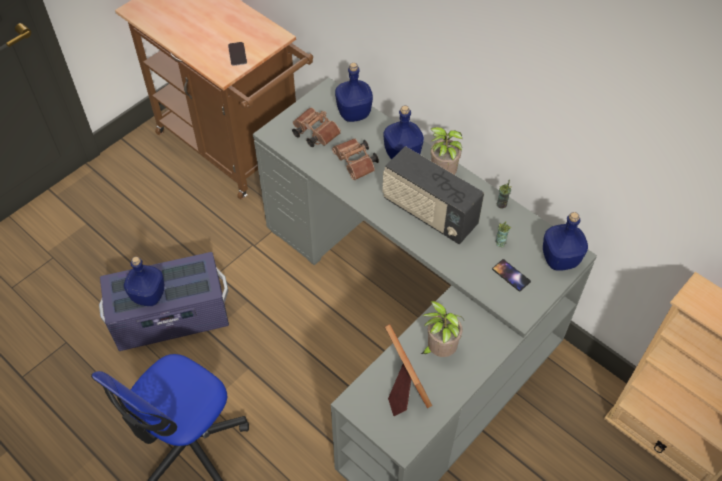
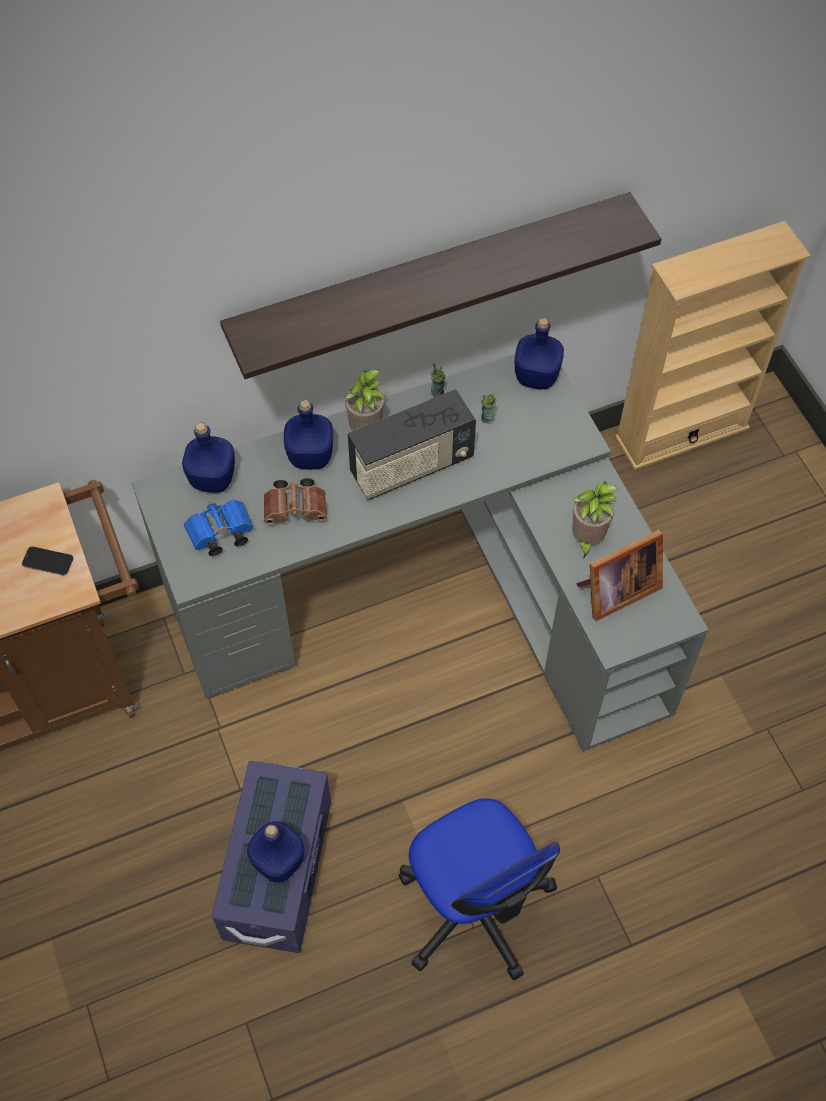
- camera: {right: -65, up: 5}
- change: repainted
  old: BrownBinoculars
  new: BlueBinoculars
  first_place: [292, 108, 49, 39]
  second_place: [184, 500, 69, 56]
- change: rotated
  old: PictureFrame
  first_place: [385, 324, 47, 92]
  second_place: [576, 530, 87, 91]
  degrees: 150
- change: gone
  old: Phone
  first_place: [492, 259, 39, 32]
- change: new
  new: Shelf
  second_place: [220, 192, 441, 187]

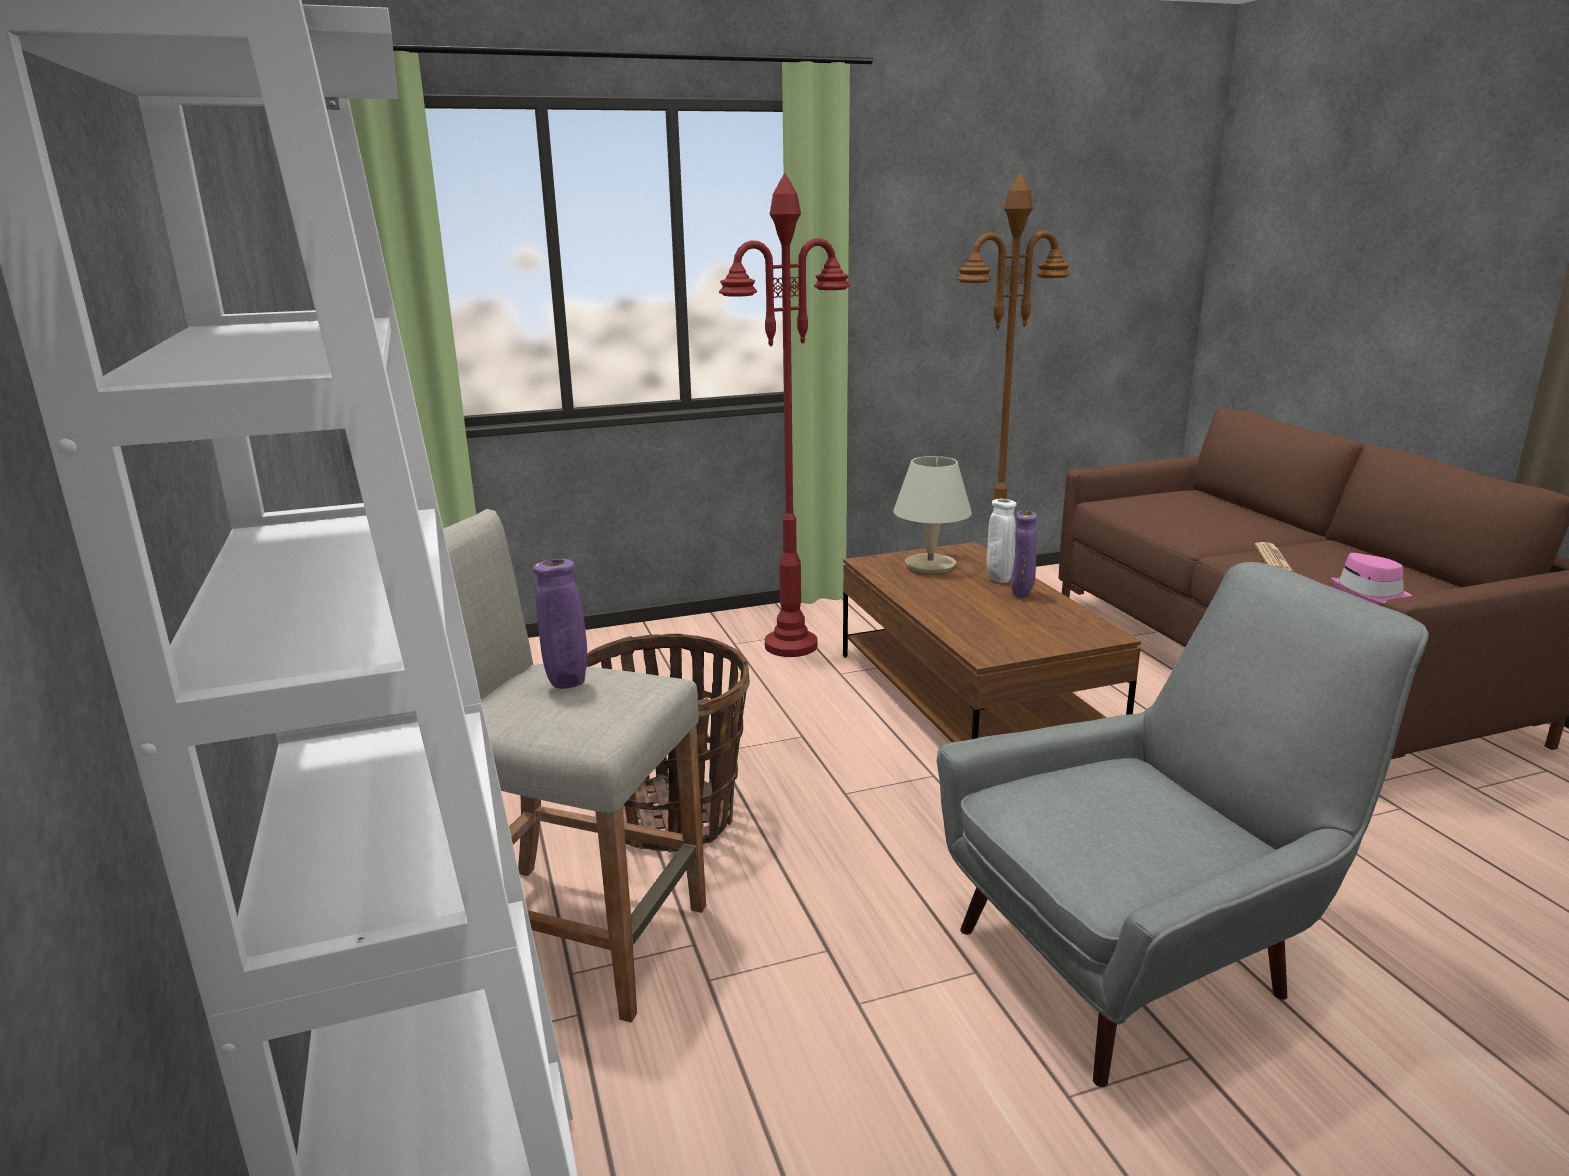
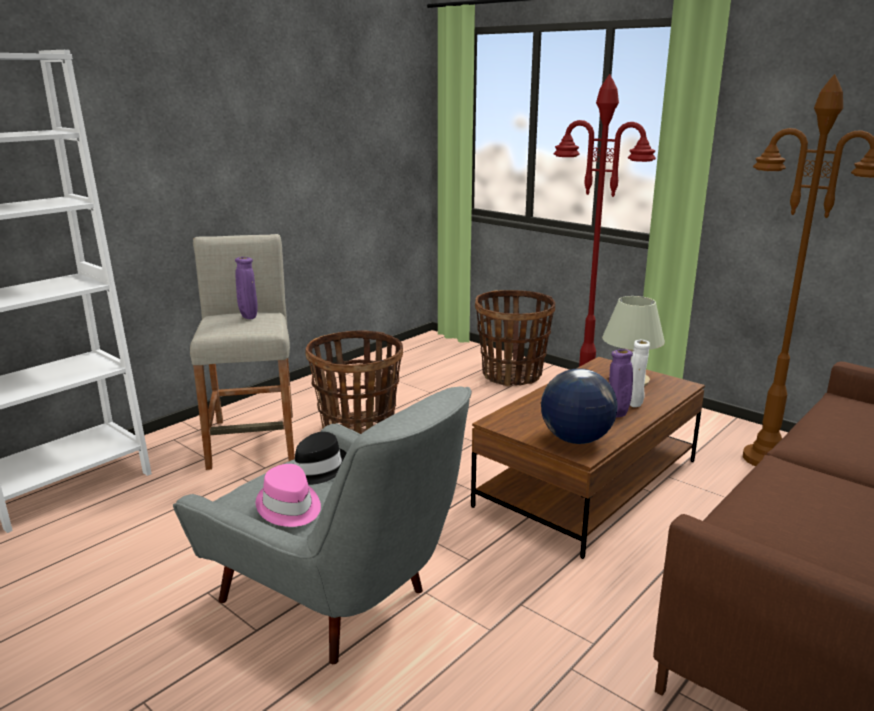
- camera: {right: 60, up: 0}
- change: gone
  old: Newspaper
  first_place: [1255, 542, 38, 29]
- change: shifted
  old: PinkHat
  first_place: [1331, 553, 81, 51]
  second_place: [256, 464, 65, 63]
- change: new
  new: BlackHat
  second_place: [294, 432, 53, 53]
- change: new
  new: Basket
  second_place: [475, 290, 80, 97]
- change: new
  new: Globe
  second_place: [541, 368, 76, 76]

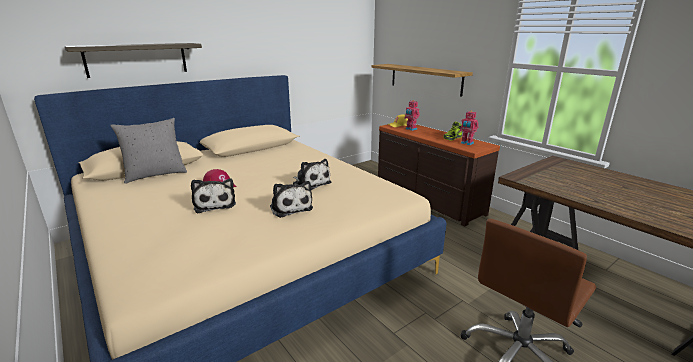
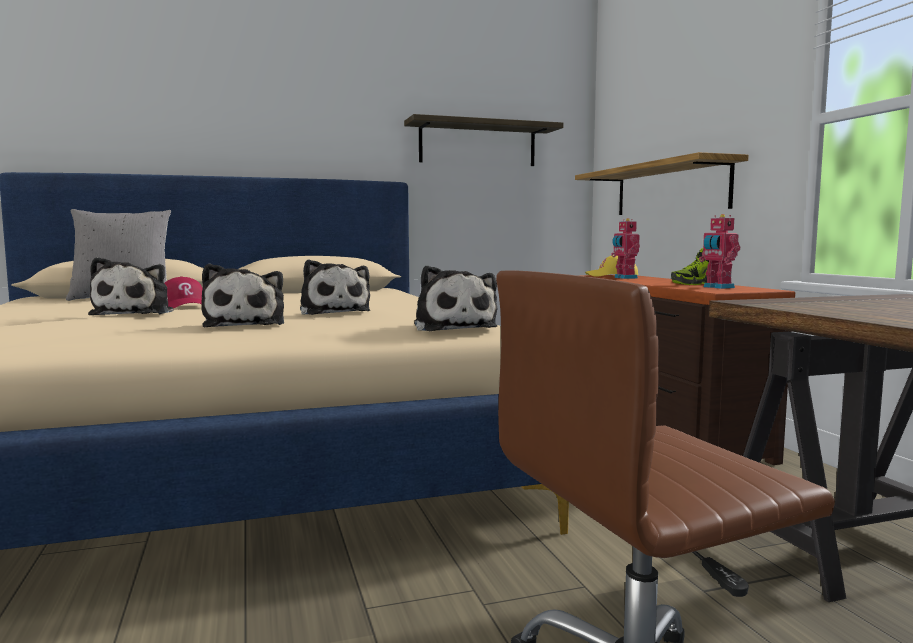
- camera: {right: 20, up: -15}
- change: shifted
  old: Shelf
  first_place: [65, 43, 137, 35]
  second_place: [404, 114, 160, 52]
- change: new
  new: PlushToy
  second_place: [414, 265, 83, 66]

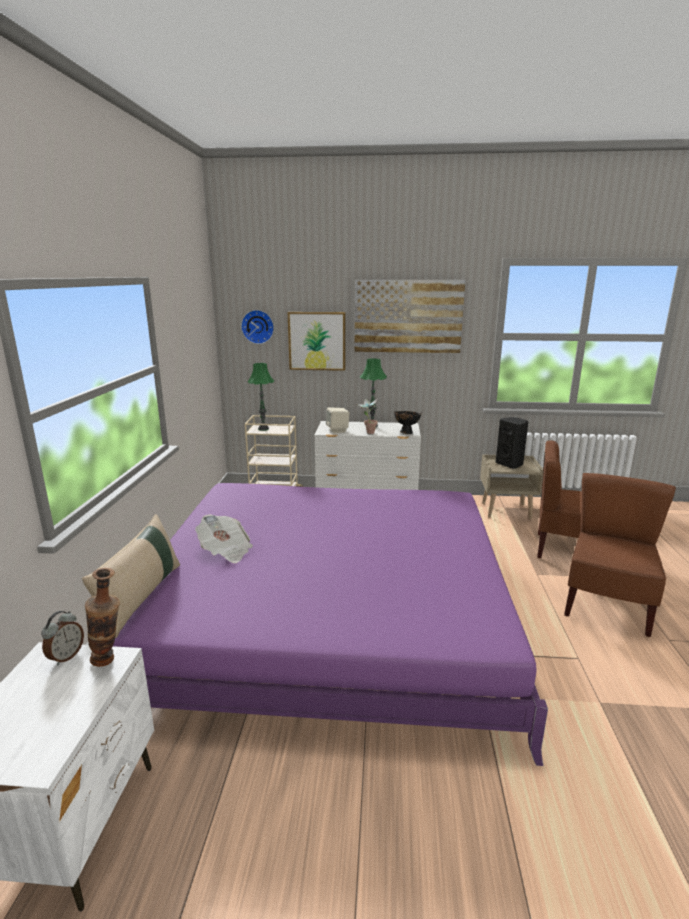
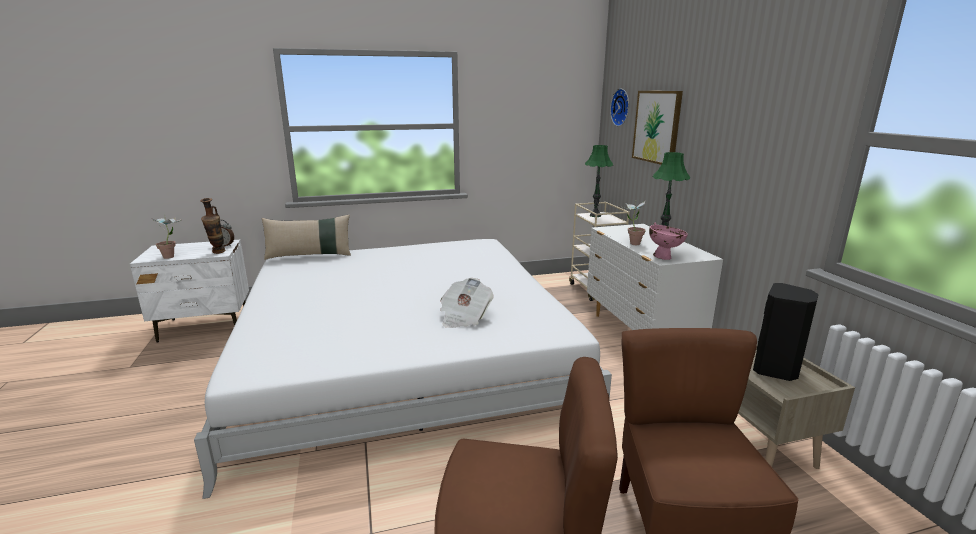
- camera: {right: 70, up: 0}
- change: repainted
  old: PurpleBed
  new: WhiteBed
  first_place: [113, 483, 435, 283]
  second_place: [194, 239, 418, 260]
- change: shifted
  old: Newspaper
  first_place: [195, 514, 58, 49]
  second_place: [440, 278, 53, 50]
- change: gone
  old: BeigeSpeaker
  first_place: [326, 408, 24, 26]
- change: gone
  old: Picture
  first_place: [355, 280, 110, 73]
- change: repainted
  old: BlackBowl
  new: PinkBowl
  first_place: [394, 411, 28, 23]
  second_place: [649, 223, 39, 37]
- change: new
  new: PottedPlant
  second_place: [151, 214, 31, 45]

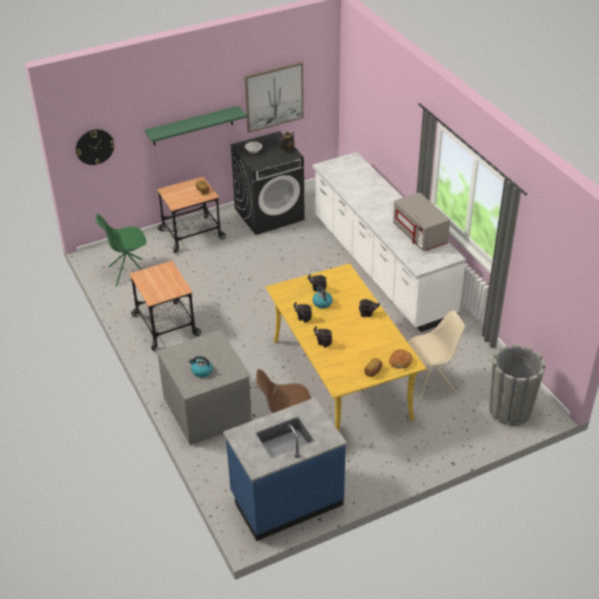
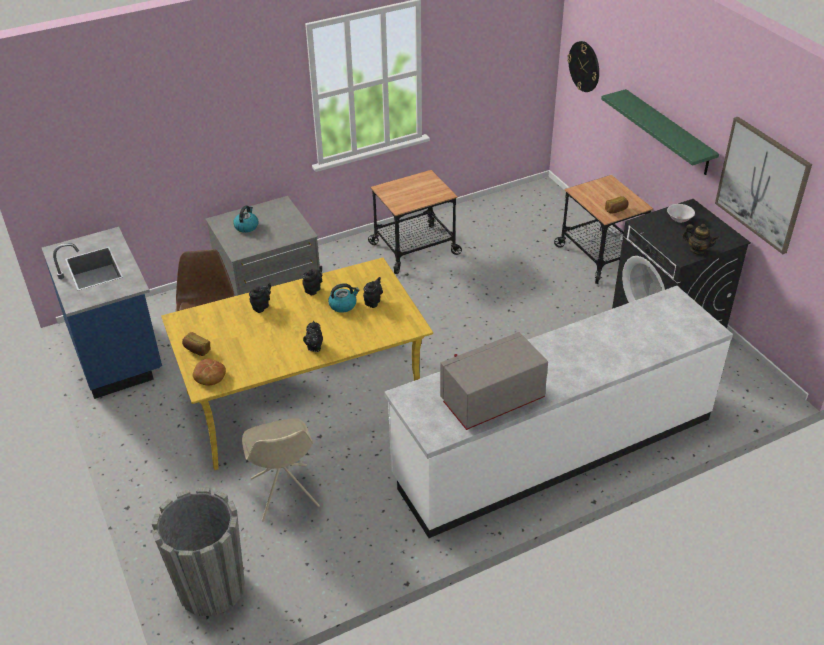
- camera: {right: 90, up: 0}
- change: gone
  old: GreenChair
  first_place: [96, 214, 50, 73]

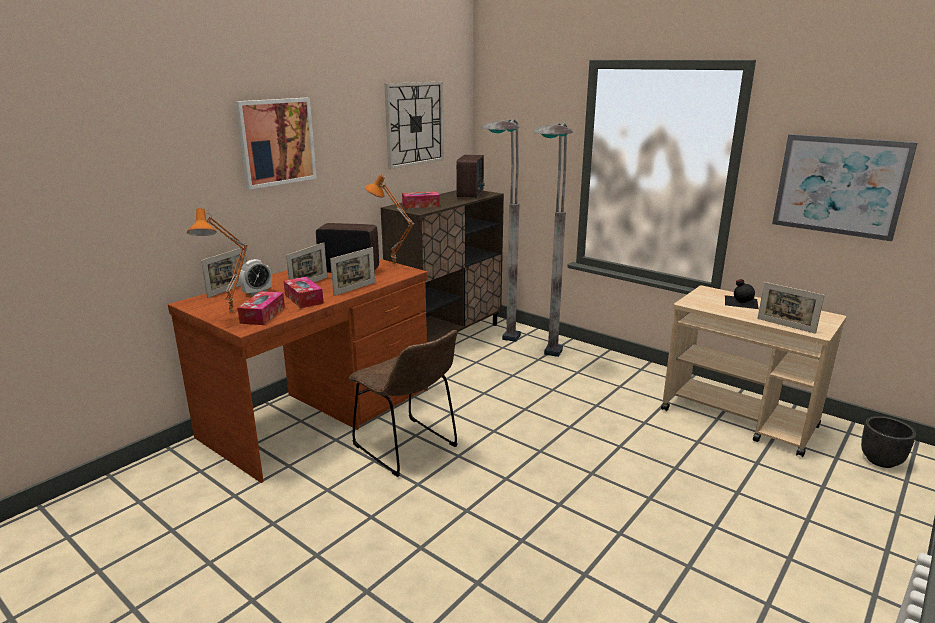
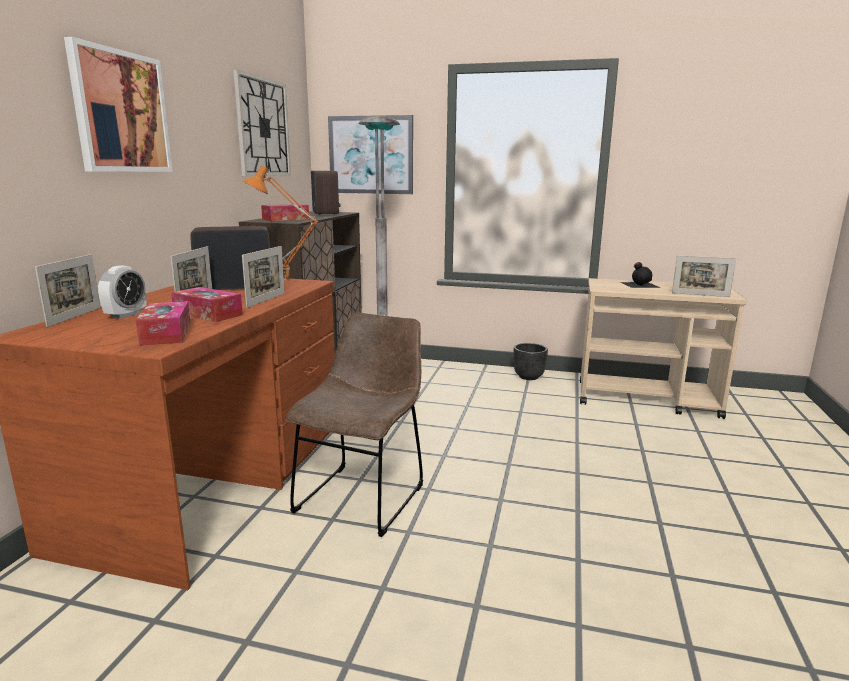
- camera: {right: -25, up: -5}
- change: gone
  old: OrangeTableLamp
  first_place: [187, 208, 61, 104]
- change: rotated
  old: BrownChair
  first_place: [349, 330, 109, 147]
  second_place: [286, 313, 137, 224]
  degrees: -90
- change: gone
  old: GreyFloorLamp
  first_place: [533, 122, 40, 235]
- change: shifted
  old: Picture
  first_place: [772, 134, 146, 107]
  second_place: [328, 115, 85, 79]
- change: shifted
  old: BlackPlanter
  first_place: [861, 416, 55, 52]
  second_place: [513, 343, 35, 37]

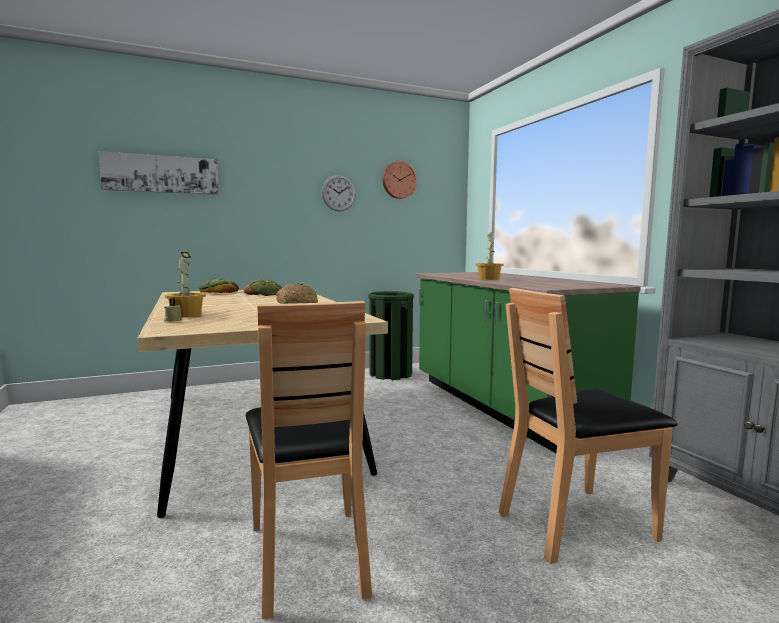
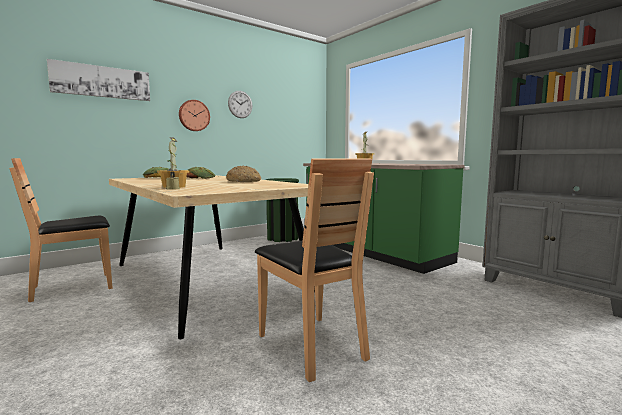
- camera: {right: -15, up: 0}
- change: shifted
  old: WallClock
  first_place: [383, 161, 34, 38]
  second_place: [179, 100, 31, 31]
- change: shifted
  old: BrownChair
  first_place: [499, 288, 179, 276]
  second_place: [9, 158, 103, 144]

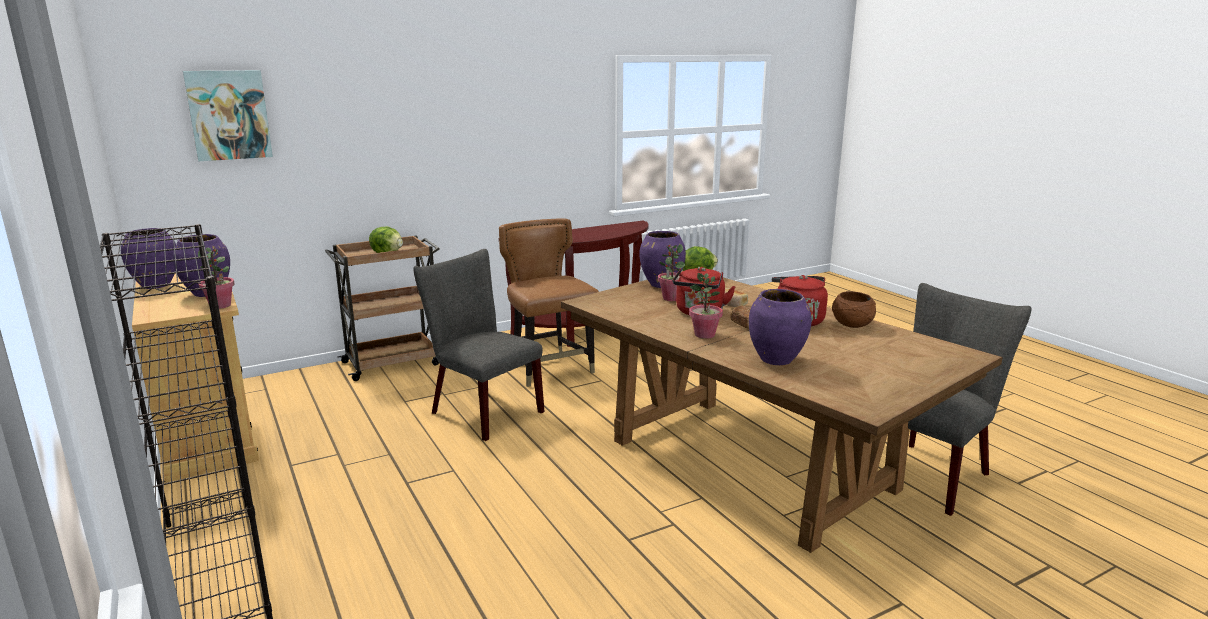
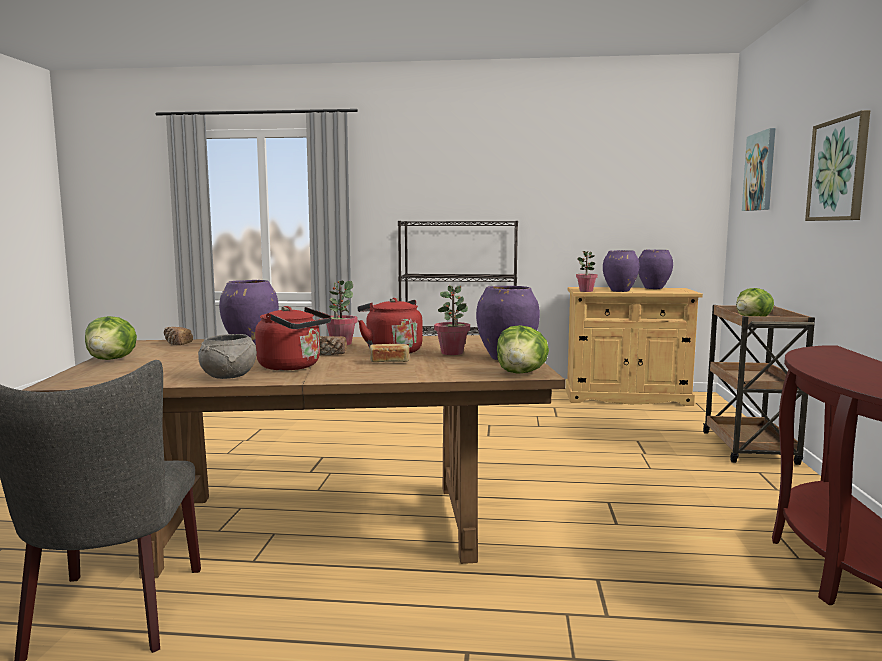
- camera: {right: 125, up: -10}
- change: gone
  old: GreyChair
  first_place: [413, 249, 132, 192]
- change: gone
  old: BrownChair
  first_place: [499, 218, 100, 169]
- change: repainted
  old: BrownBowl
  new: GreyBowl
  first_place: [832, 291, 44, 37]
  second_place: [198, 334, 59, 45]
- change: new
  new: Lettuce
  second_place: [85, 316, 52, 44]
- change: new
  new: Bread
  second_place: [164, 327, 29, 18]
- change: new
  new: Picture
  second_place: [805, 110, 65, 111]

